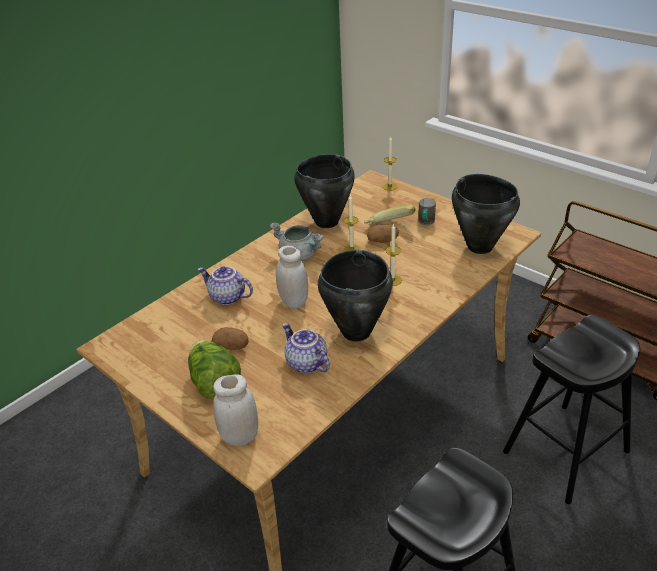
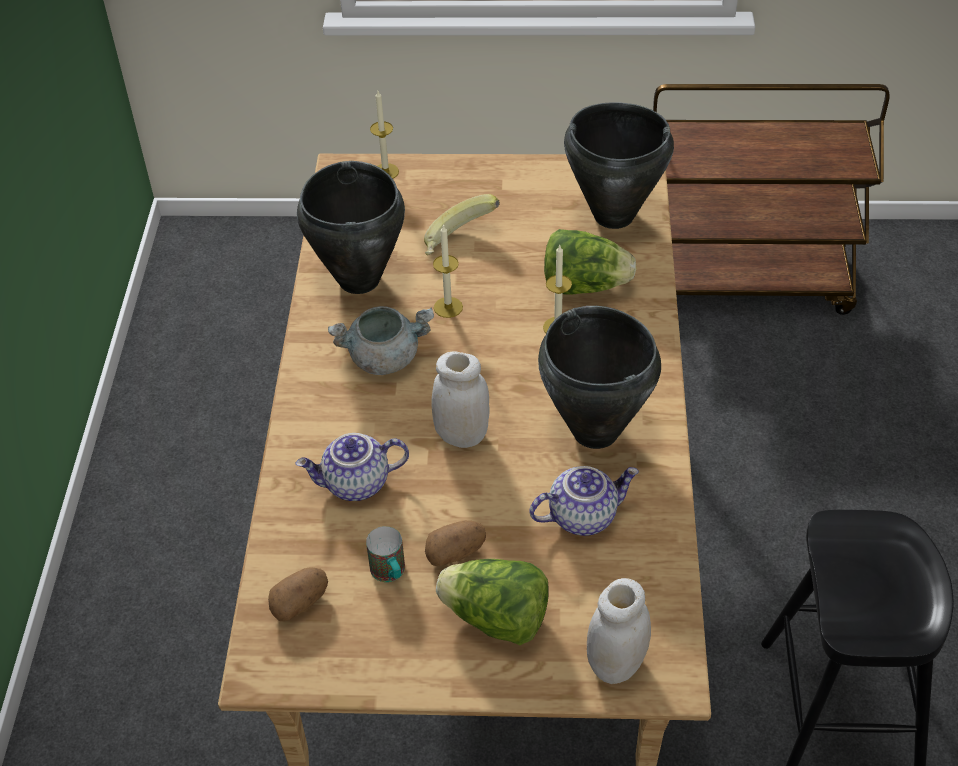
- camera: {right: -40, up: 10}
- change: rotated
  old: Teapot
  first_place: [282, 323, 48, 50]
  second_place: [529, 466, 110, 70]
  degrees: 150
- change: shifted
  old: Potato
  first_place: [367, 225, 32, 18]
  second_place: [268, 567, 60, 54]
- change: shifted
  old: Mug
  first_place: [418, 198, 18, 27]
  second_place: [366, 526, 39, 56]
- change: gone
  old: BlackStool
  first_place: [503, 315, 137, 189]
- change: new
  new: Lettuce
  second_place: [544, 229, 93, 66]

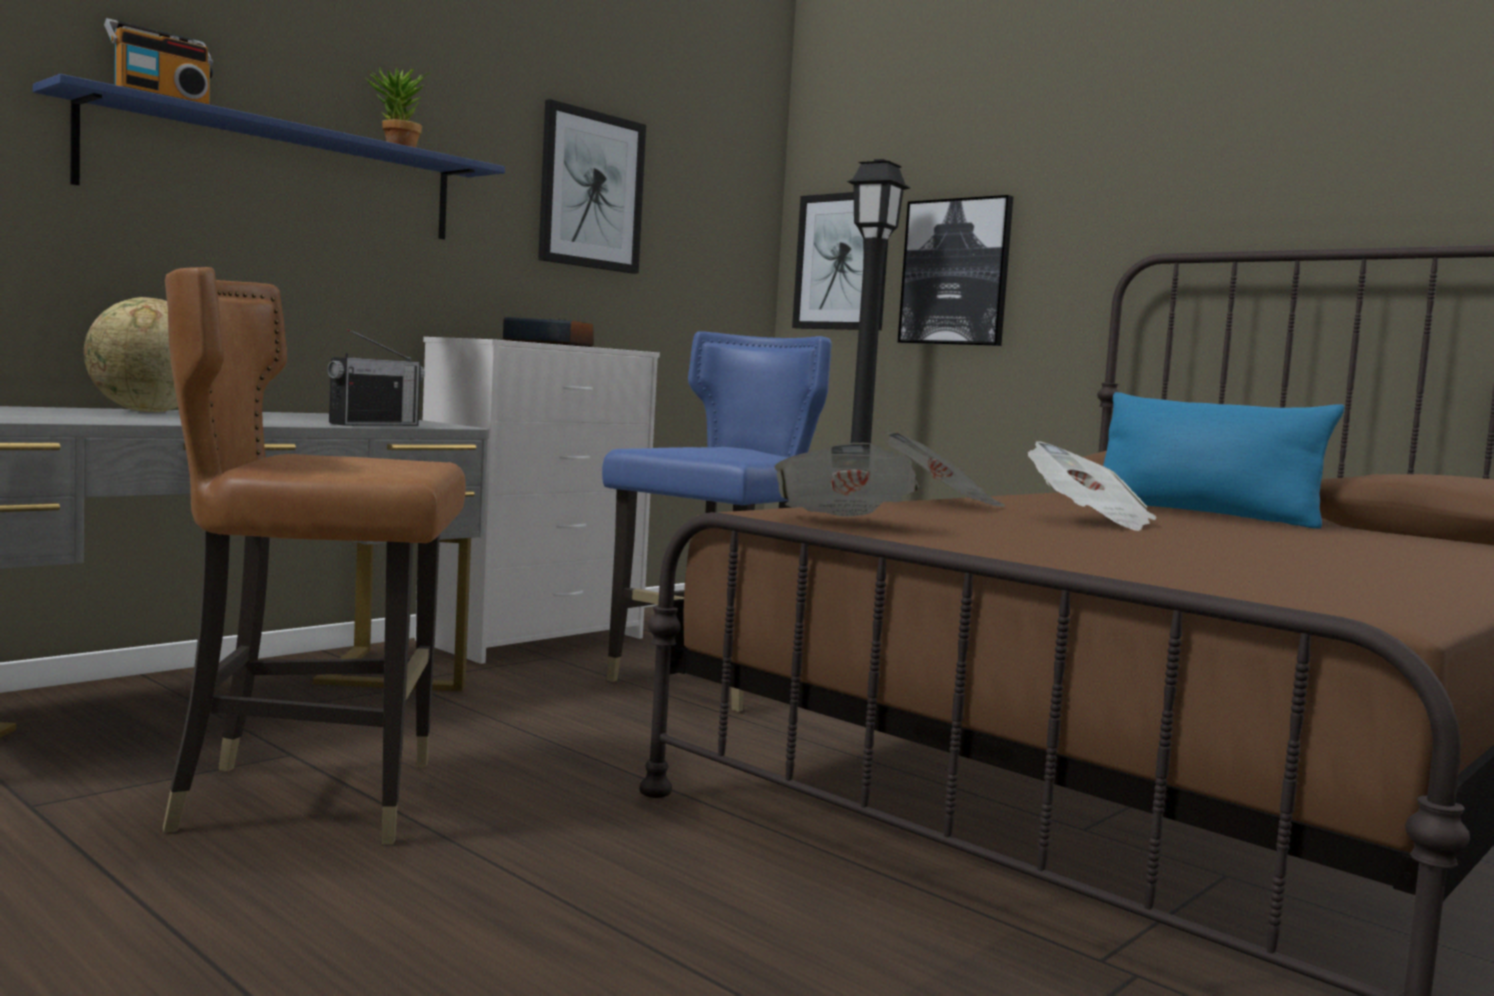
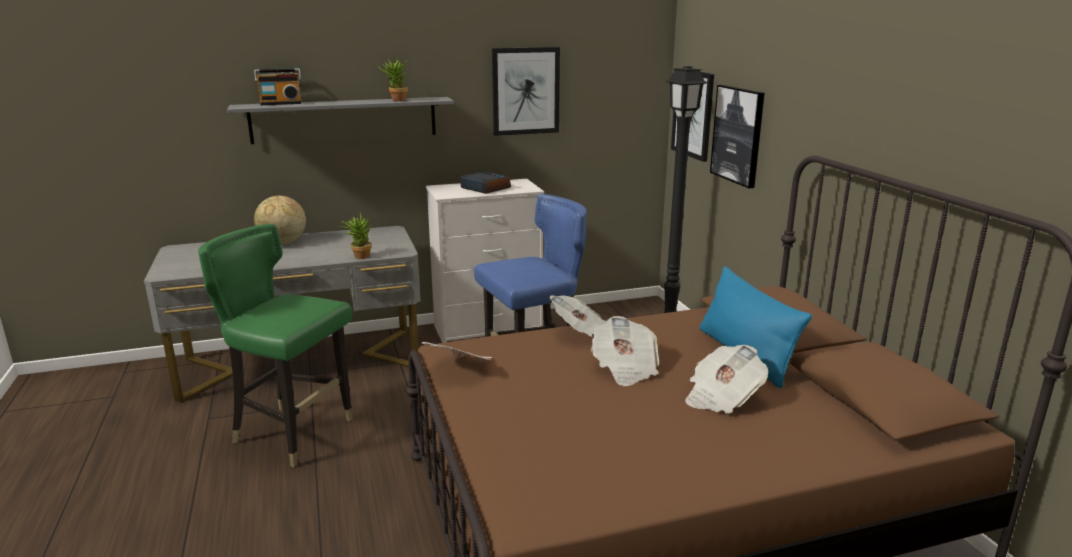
- camera: {right: 30, up: 15}
- change: repainted
  old: BlueShelf
  new: GreyShelf
  first_place: [33, 74, 472, 165]
  second_place: [227, 97, 227, 47]
- change: repainted
  old: BrownChair
  new: GreenChair
  first_place: [163, 267, 303, 578]
  second_place: [198, 224, 154, 243]
- change: swapped
  old: Radio
  new: PottedPlant
  first_place: [328, 329, 97, 97]
  second_place: [340, 213, 32, 46]
- change: new
  new: Newspaper
  second_place: [685, 345, 83, 69]

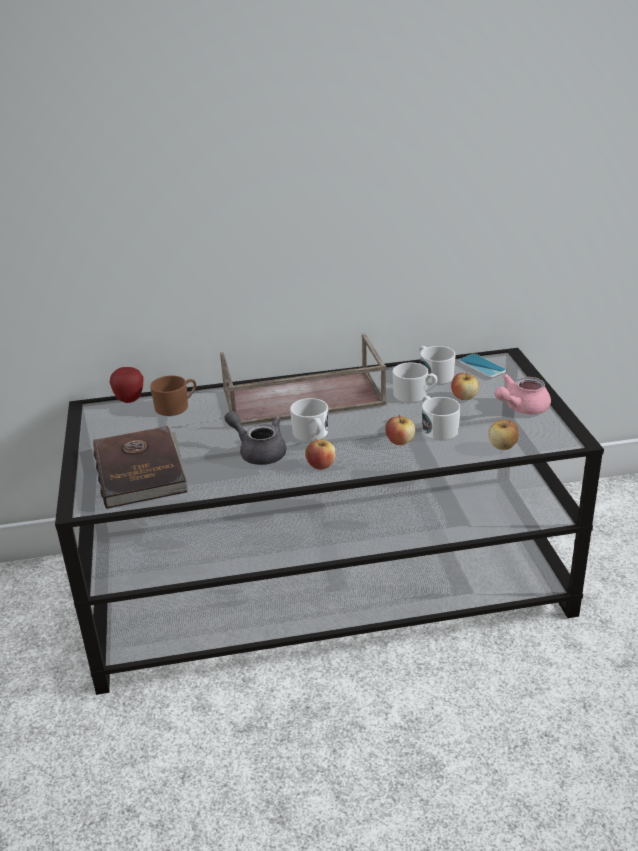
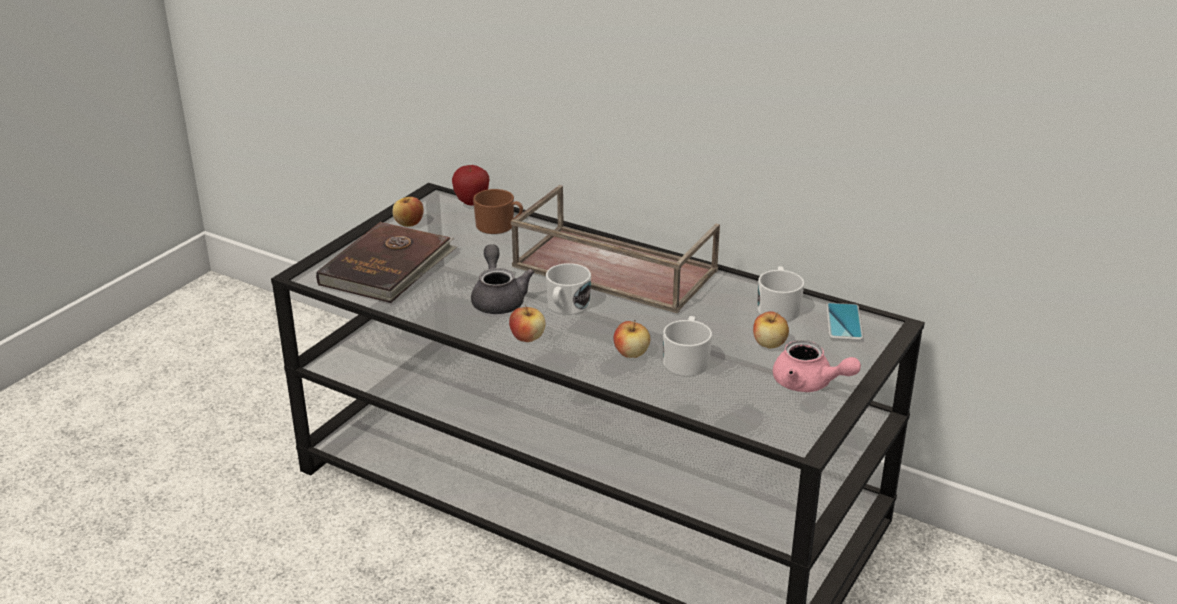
- camera: {right: 40, up: 0}
- change: gone
  old: WhiteMug
  first_place: [393, 363, 44, 40]
- change: shifted
  old: Apple
  first_place: [488, 420, 31, 30]
  second_place: [392, 197, 32, 30]
- change: rotated
  old: PinkTeapot
  first_place: [495, 374, 56, 40]
  second_place: [773, 340, 88, 52]
  degrees: -150

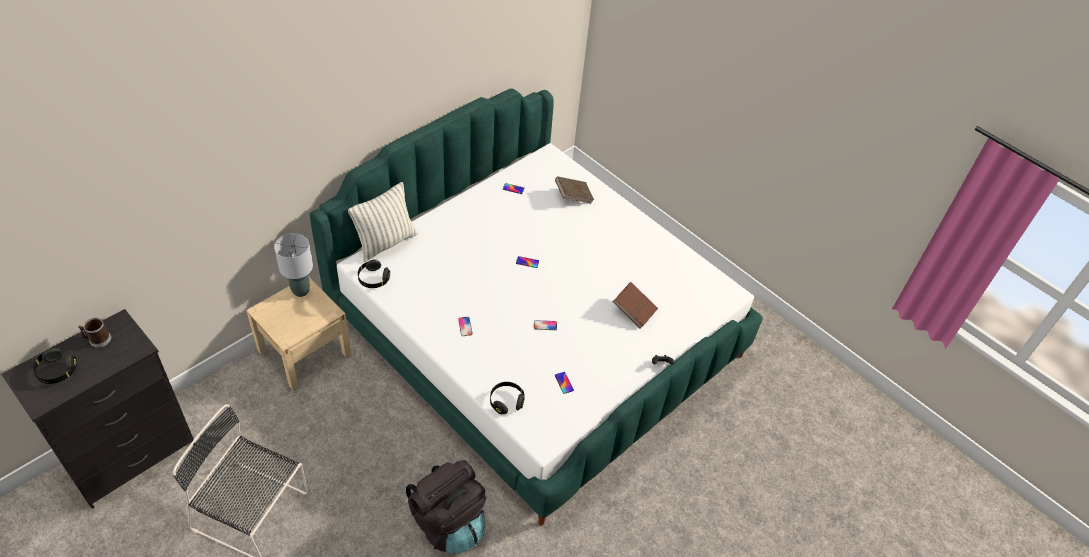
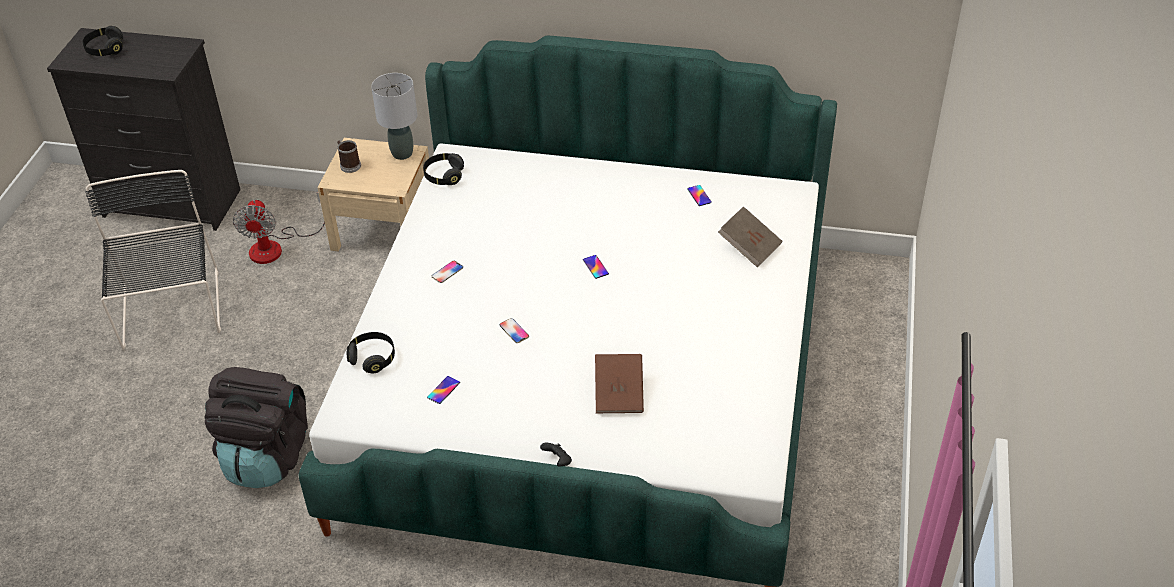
- camera: {right: 60, up: -5}
- change: shifted
  old: Mug
  first_place: [78, 318, 33, 30]
  second_place: [337, 140, 24, 33]
- change: gone
  old: Pillow
  first_place: [348, 182, 69, 80]
- change: new
  new: Fan
  second_place: [233, 193, 92, 71]

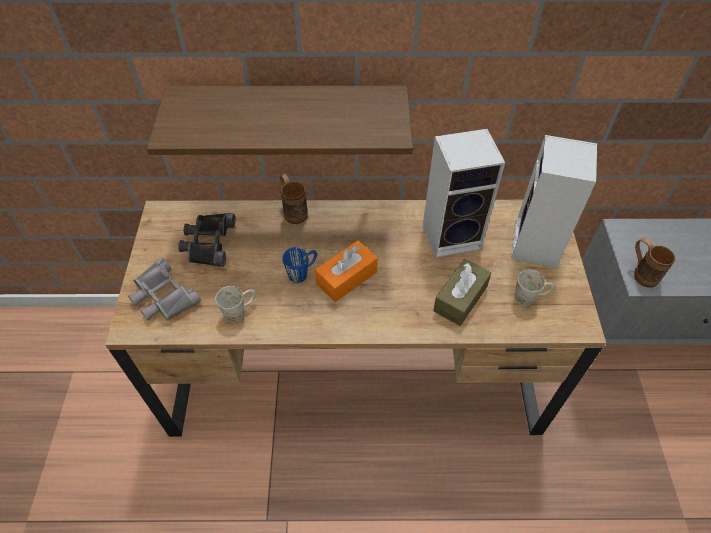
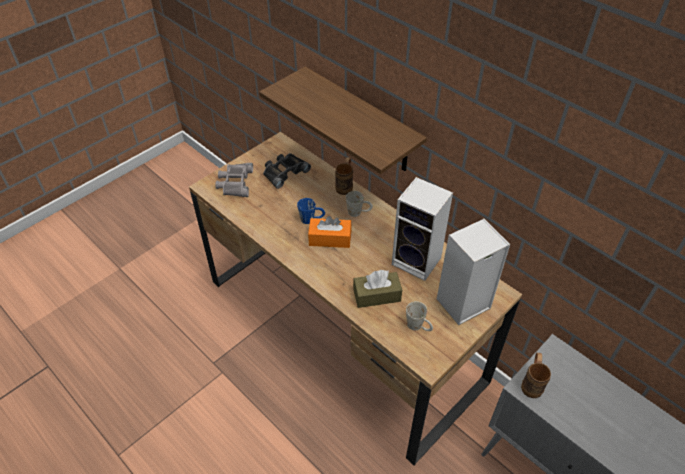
- camera: {right: 45, up: -5}
- change: shifted
  old: WhiteMug
  first_place: [215, 286, 41, 37]
  second_place: [346, 191, 27, 26]

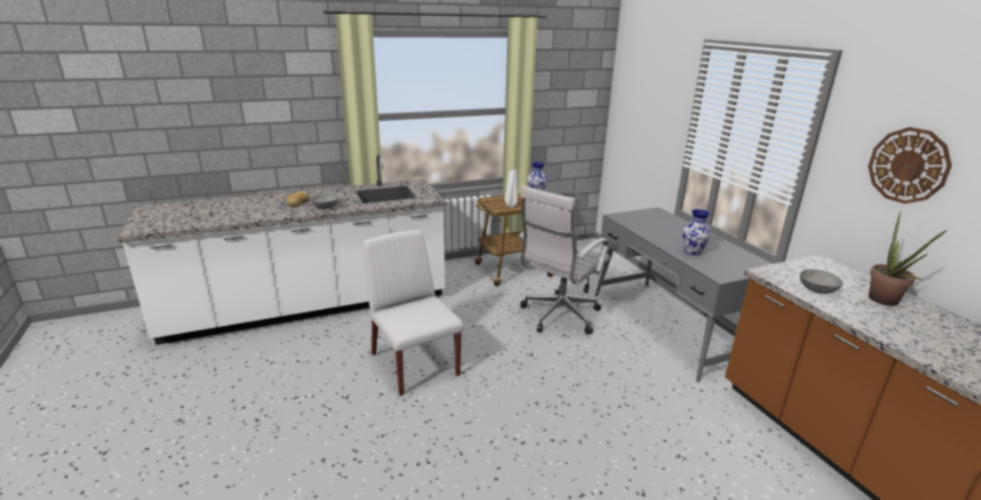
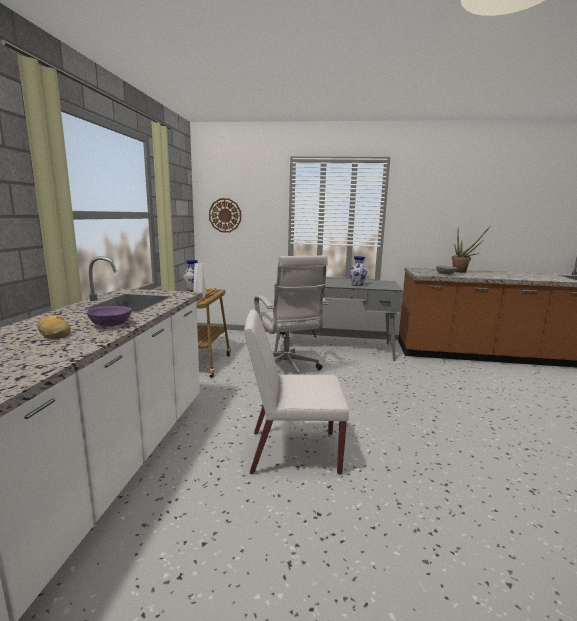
- camera: {right: -60, up: -10}
- change: repainted
  old: GreyBowl
  new: PurpleBowl
  first_place: [310, 193, 29, 16]
  second_place: [87, 306, 44, 20]
- change: shifted
  old: WallClock
  first_place: [868, 127, 84, 77]
  second_place: [209, 198, 32, 35]

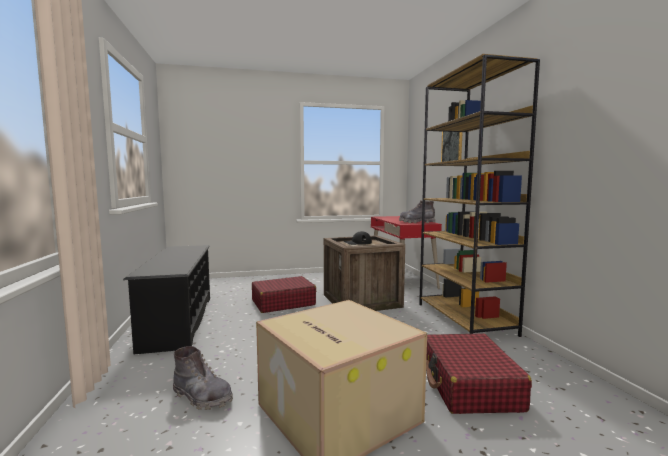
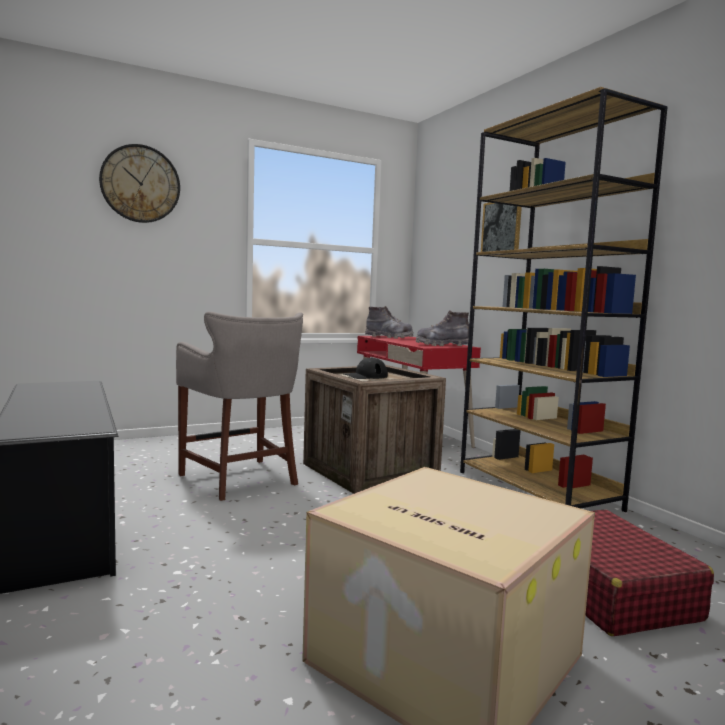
- camera: {right: -15, up: 0}
- change: shifted
  old: GreyBoot
  first_place: [173, 346, 60, 64]
  second_place: [365, 306, 49, 33]
- change: swapped
  old: RedSuitcase
  new: GreyStool
  first_place: [252, 276, 64, 37]
  second_place: [176, 312, 127, 189]
- change: new
  new: WallClock
  second_place: [99, 144, 81, 79]

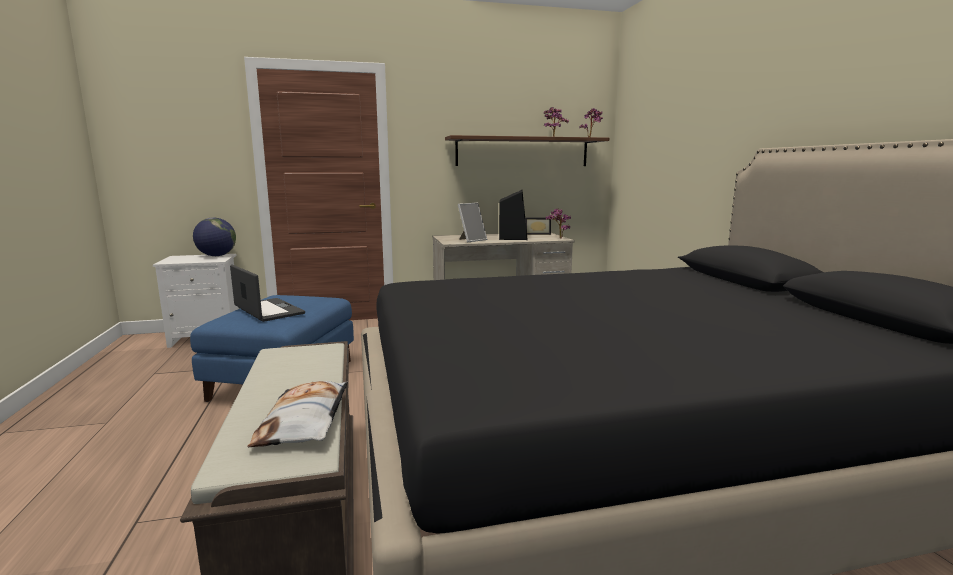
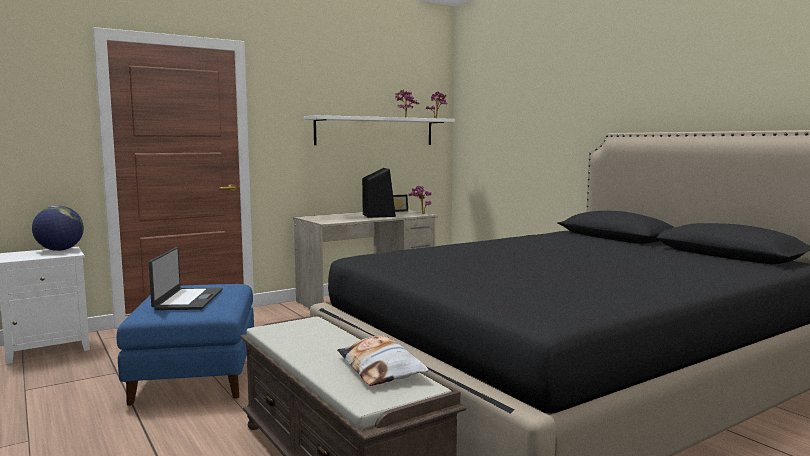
- camera: {right: -20, up: -5}
- change: rotated
  old: Laptop
  first_place: [230, 265, 75, 57]
  second_place: [149, 247, 74, 63]
  degrees: 60
- change: repainted
  old: BrownShelf
  new: WhiteShelf
  first_place: [445, 135, 164, 31]
  second_place: [304, 115, 151, 30]
- change: gone
  old: PictureFrame
  first_place: [458, 203, 29, 40]

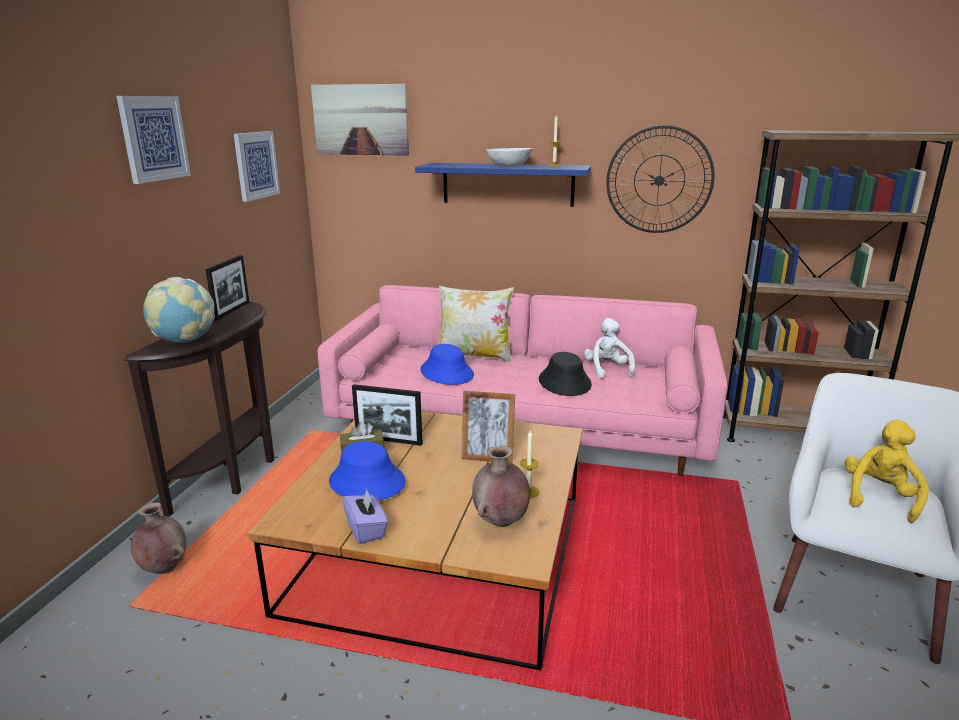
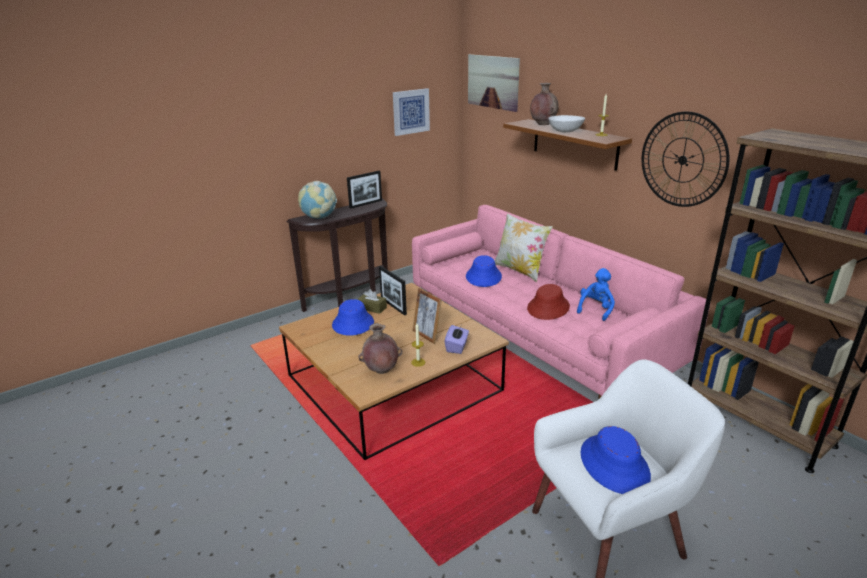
- camera: {right: 40, up: 5}
- change: gone
  old: Picture
  first_place: [116, 96, 75, 88]
- change: shifted
  old: BrownVase
  first_place: [131, 502, 56, 72]
  second_place: [530, 83, 29, 42]
- change: shifted
  old: PurpleTissueBox
  first_place: [342, 489, 46, 55]
  second_place: [445, 325, 24, 29]
- change: repainted
  old: BlueShelf
  new: BrownShelf
  first_place: [415, 163, 176, 44]
  second_place: [503, 119, 129, 52]
- change: repainted
  old: BlackHat
  new: RedHat
  first_place: [539, 352, 53, 44]
  second_place: [527, 284, 43, 36]
- change: repainted
  old: WhitePlushToy
  new: BluePlushToy
  first_place: [584, 318, 51, 60]
  second_place: [577, 268, 38, 53]
- change: swapped
  old: YellowPlushToy
  new: BlueHat
  first_place: [845, 420, 84, 103]
  second_place: [581, 426, 70, 68]

